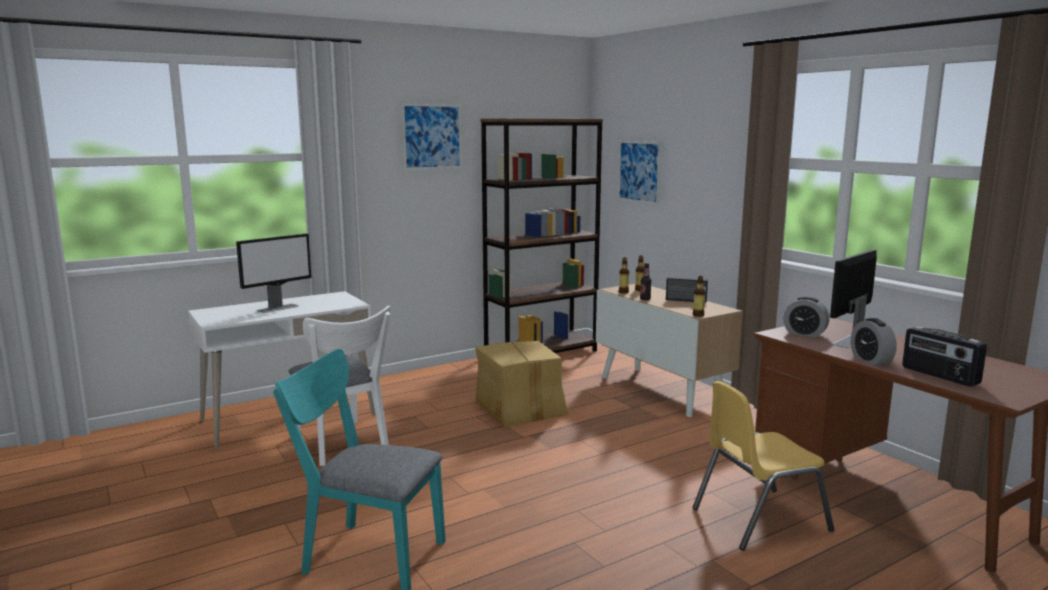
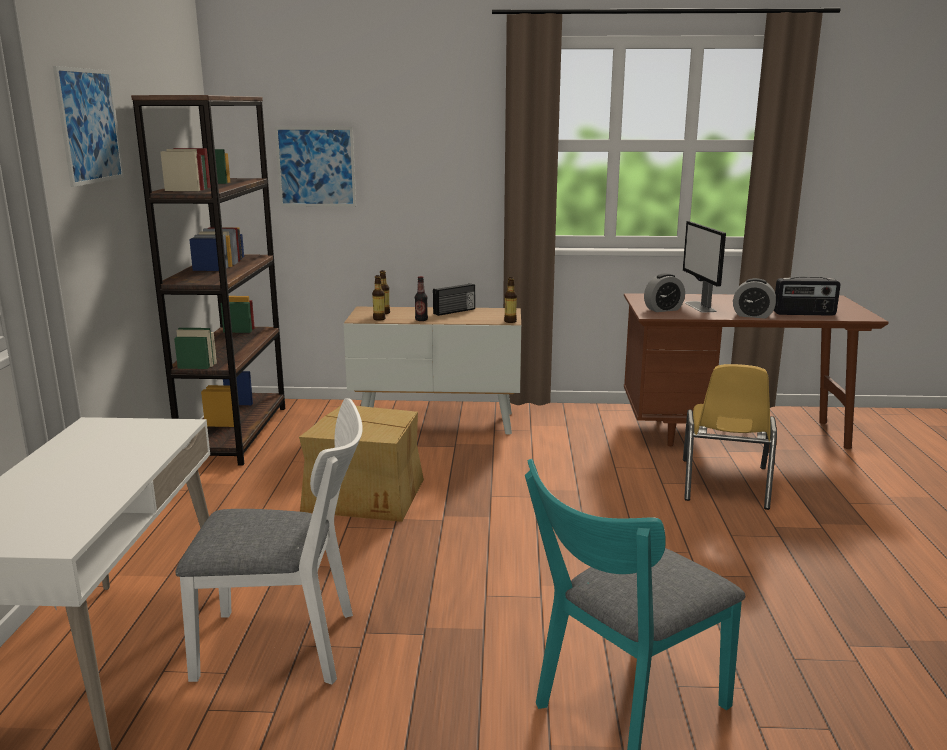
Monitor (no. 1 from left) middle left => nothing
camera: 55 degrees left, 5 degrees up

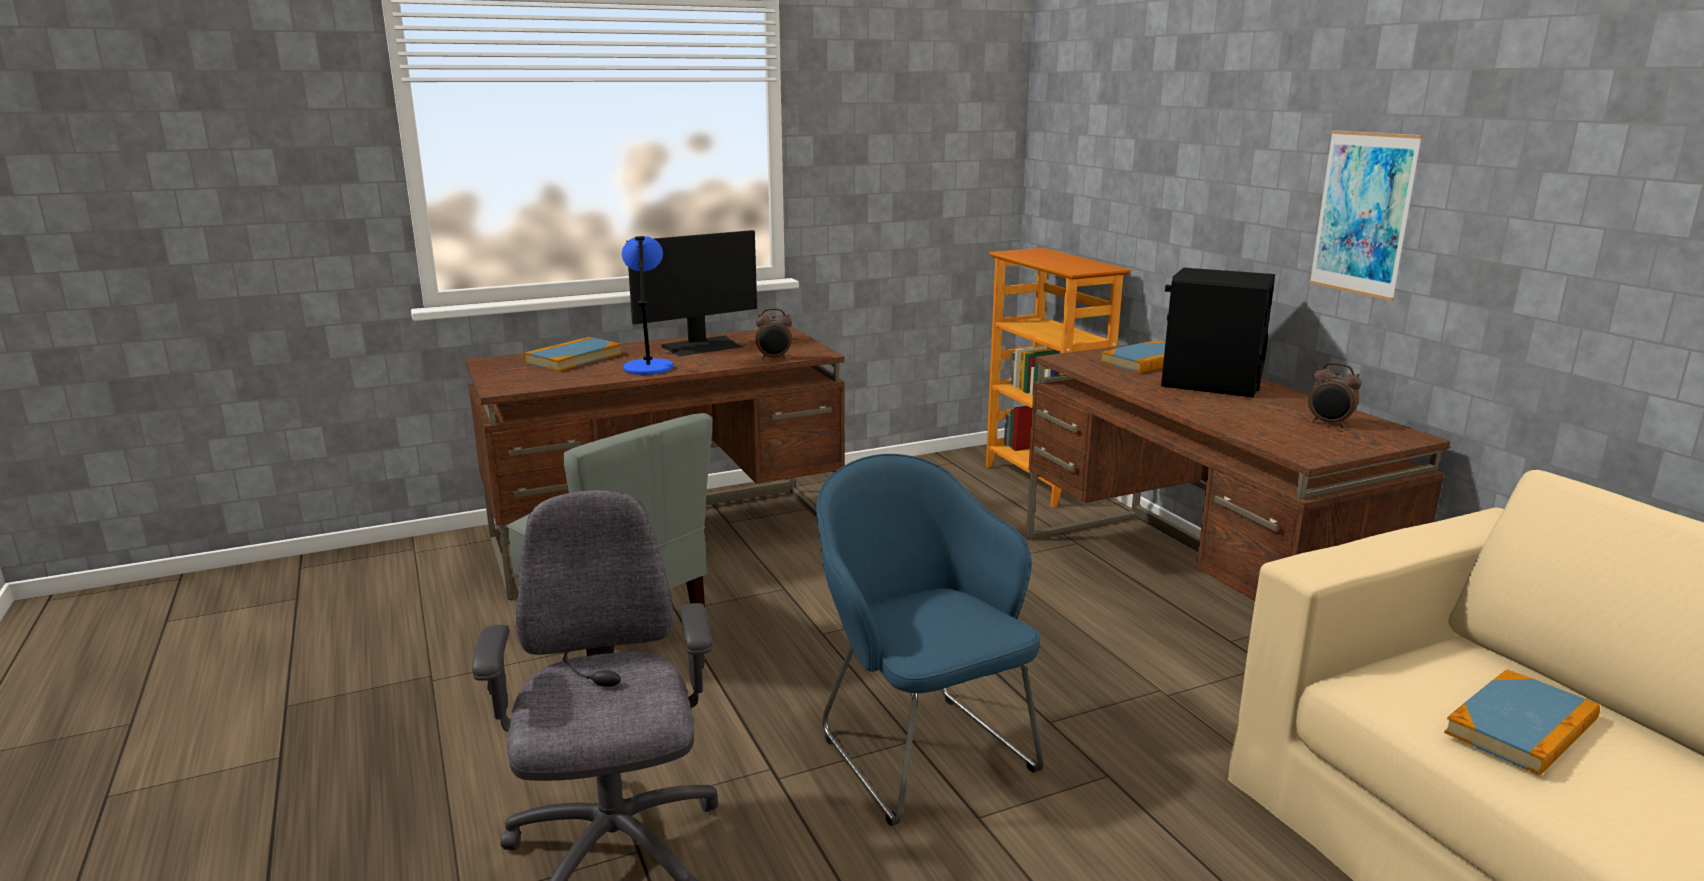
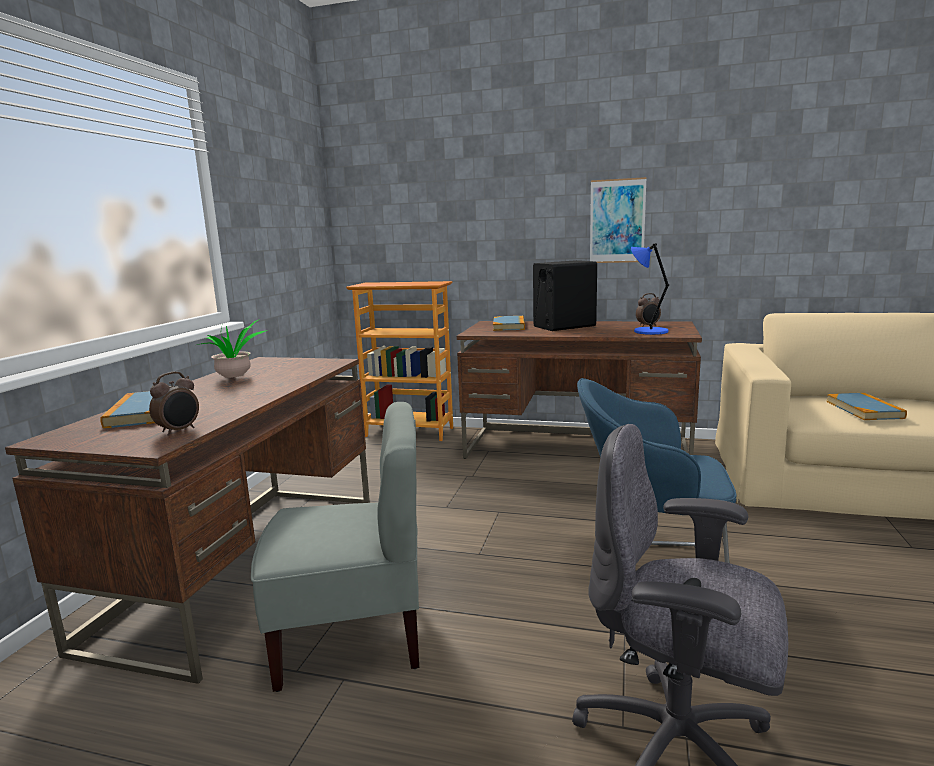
Monitor top centre => Topfpflanze middle left
Tischlampe [blau] centre => Tischlampe [blau] middle right, shifted
Wecker (no. 1 from left) centre => Wecker (no. 1 from left) middle left, shifted
camera: 50 degrees left, 5 degrees down

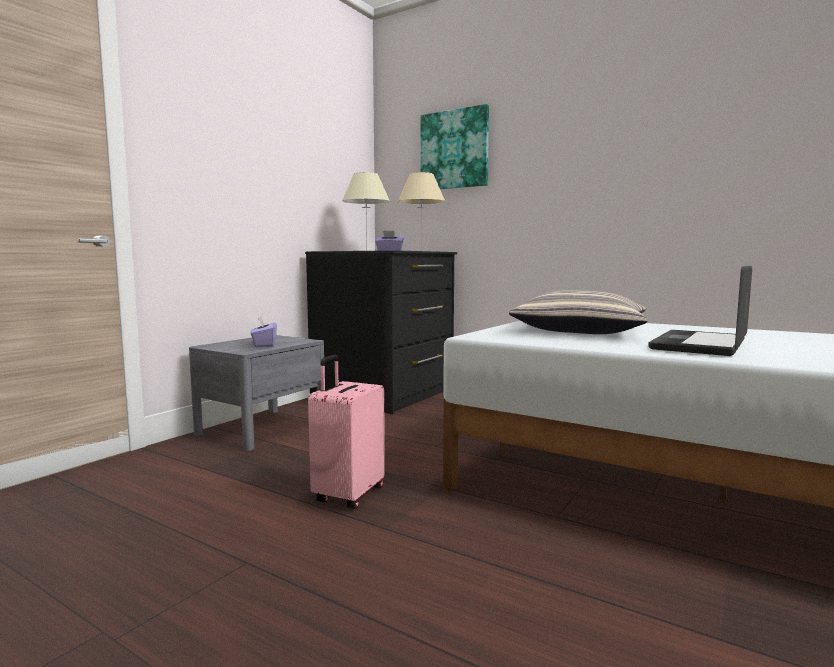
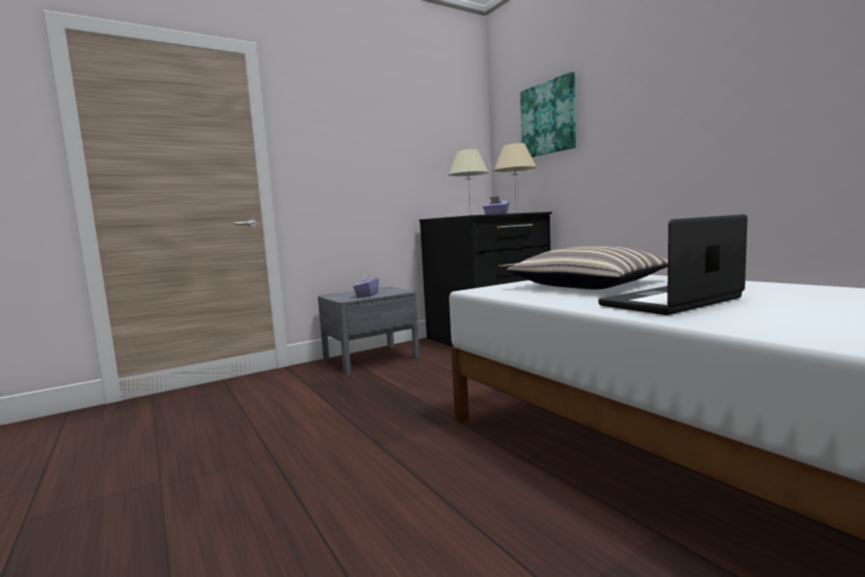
Koffer [rosa] centre => nothing
camera: 25 degrees right, 0 degrees up

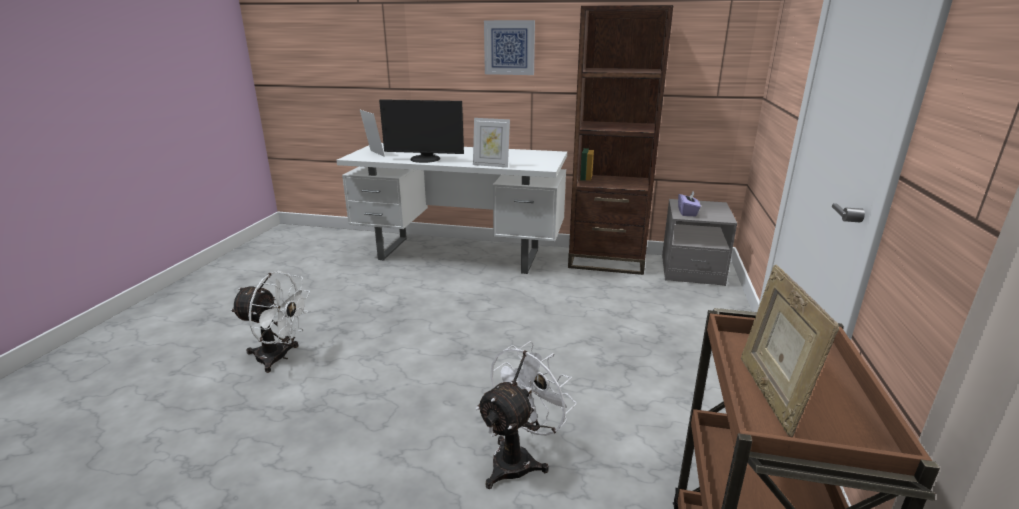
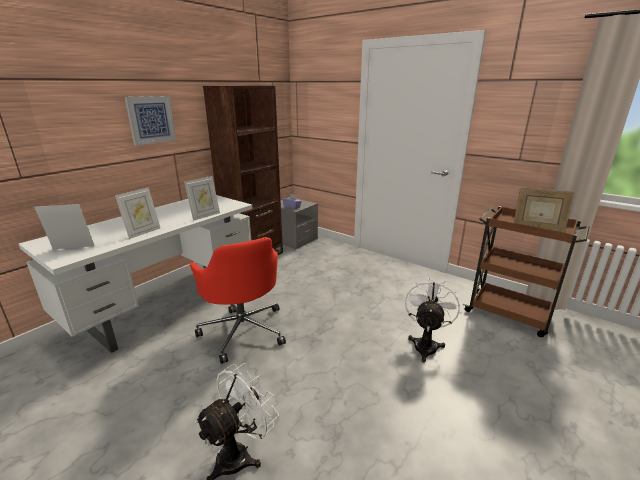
Monitor top centre => Bilderrahmen (no. 2 from left) middle left
Ventilator [weiß] (no. 2 from left) bottom centre => Ventilator [weiß] (no. 2 from left) bottom right, 45 degrees clockwise
nothing => Bürostuhl [rot] centre
camera: 65 degrees left, 0 degrees up

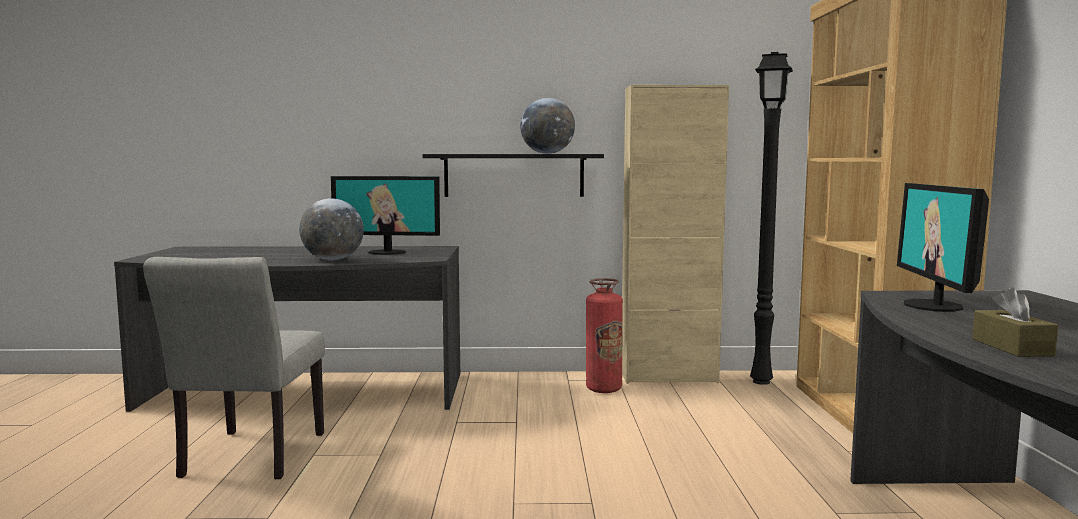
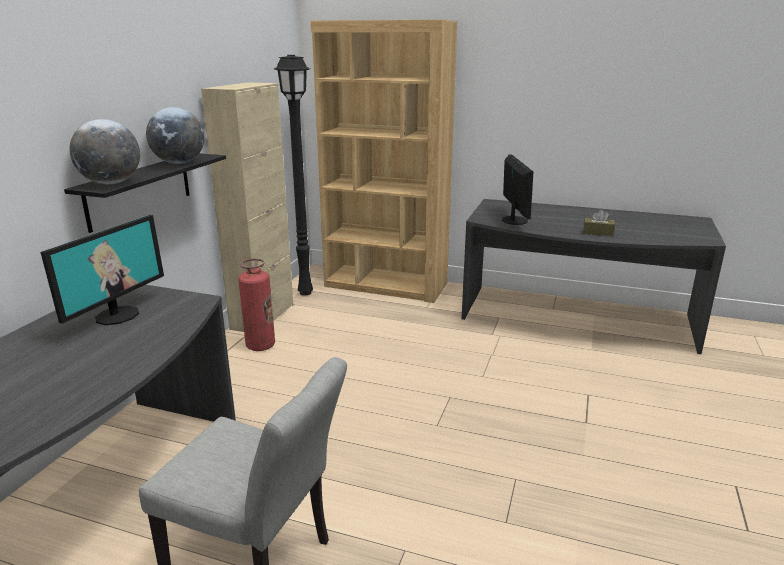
Monitor (no. 2 from left) middle right => Monitor (no. 2 from left) centre, 120 degrees counterclockwise
Globus (no. 1 from left) middle left => Globus (no. 1 from left) top left, shifted
camera: 70 degrees left, 15 degrees up

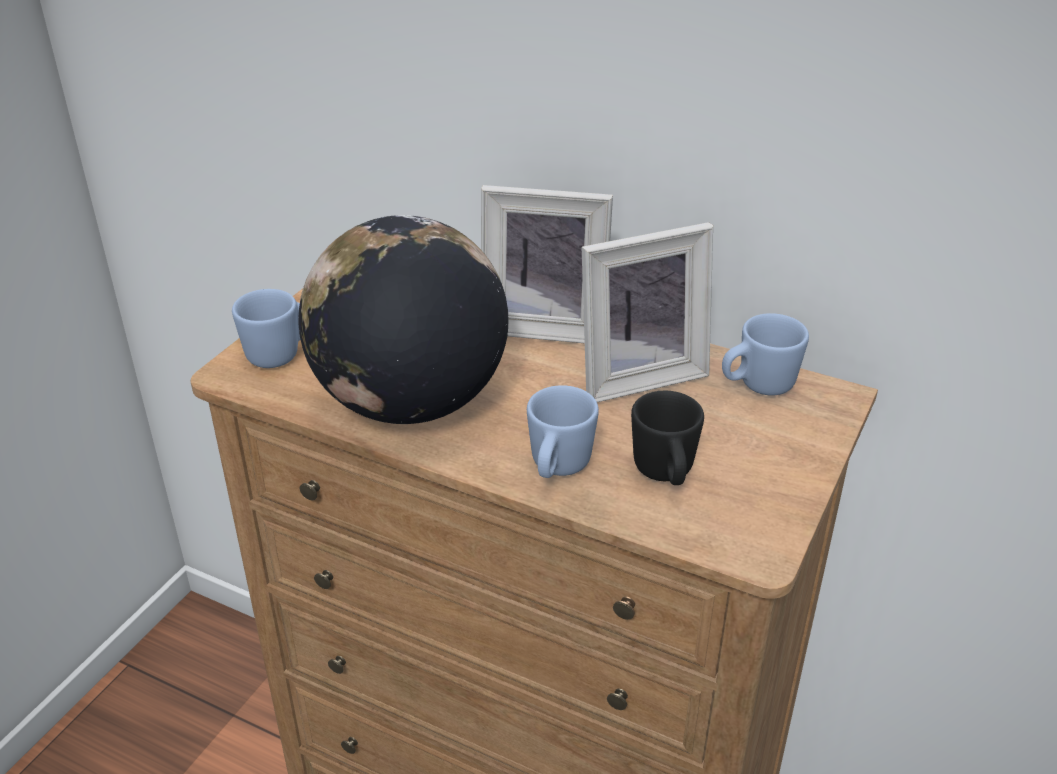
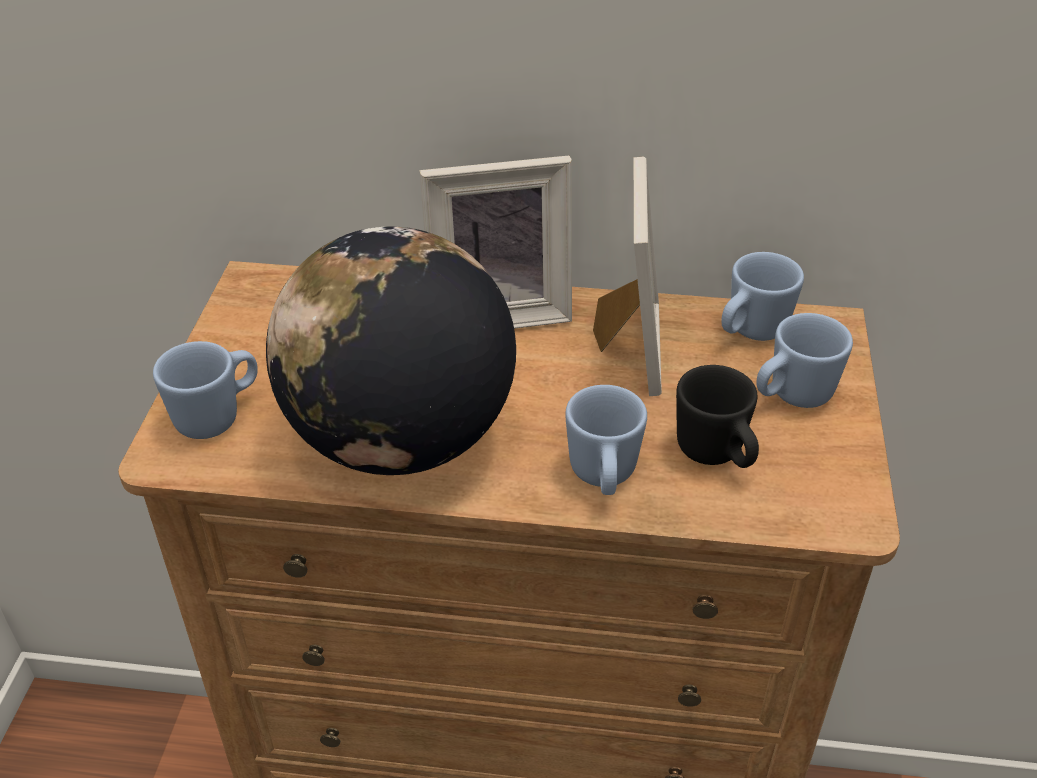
Bilderrahmen (no. 2 from left) centre, 45 degrees counterclockwise
nothing => Henkelbecher [blau] (no. 4 from left) middle right
camera: 20 degrees left, 5 degrees up

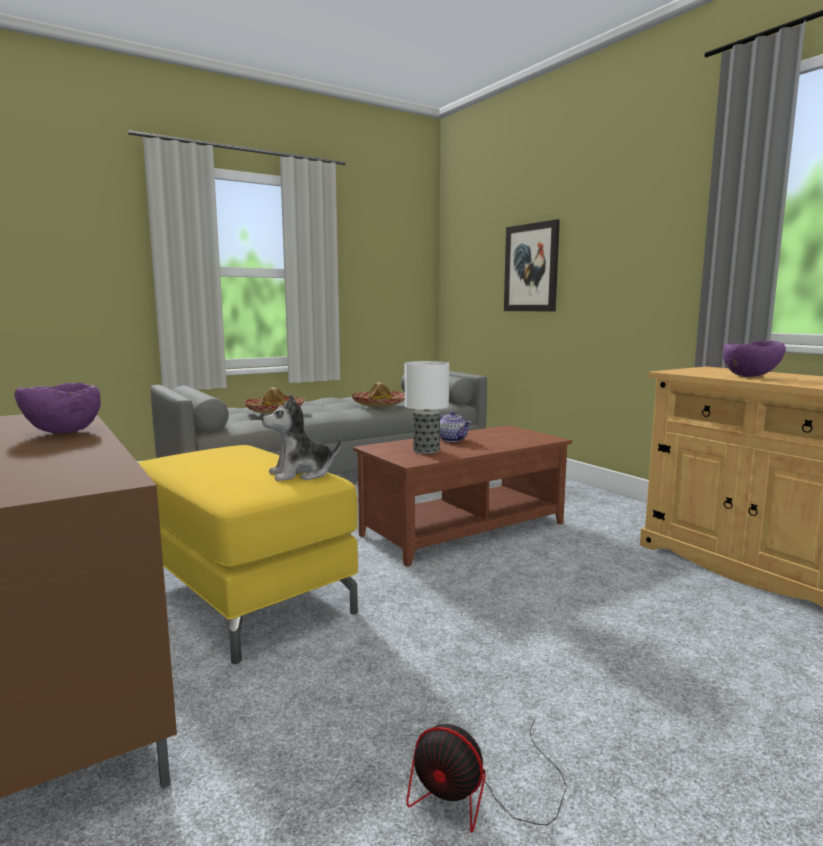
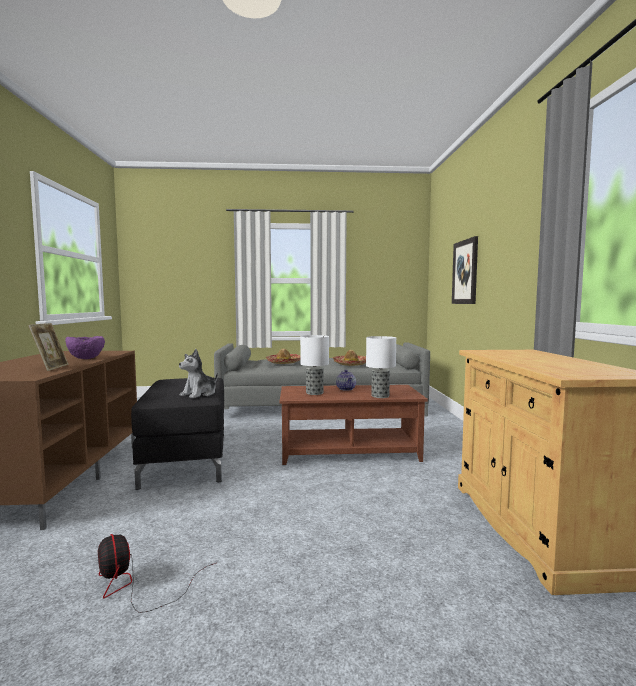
Schüssel [lila] (no. 2 from left) middle right => nothing
Plüschtier centre => Plüschtier middle left, 60 degrees counterclockwise
Polsterhocker [gelb] middle left => Polsterhocker [schwarz] middle left
nothing => Bilderrahmen middle left
nothing => Tischlampe (no. 2 from left) centre
camera: 30 degrees right, 5 degrees down

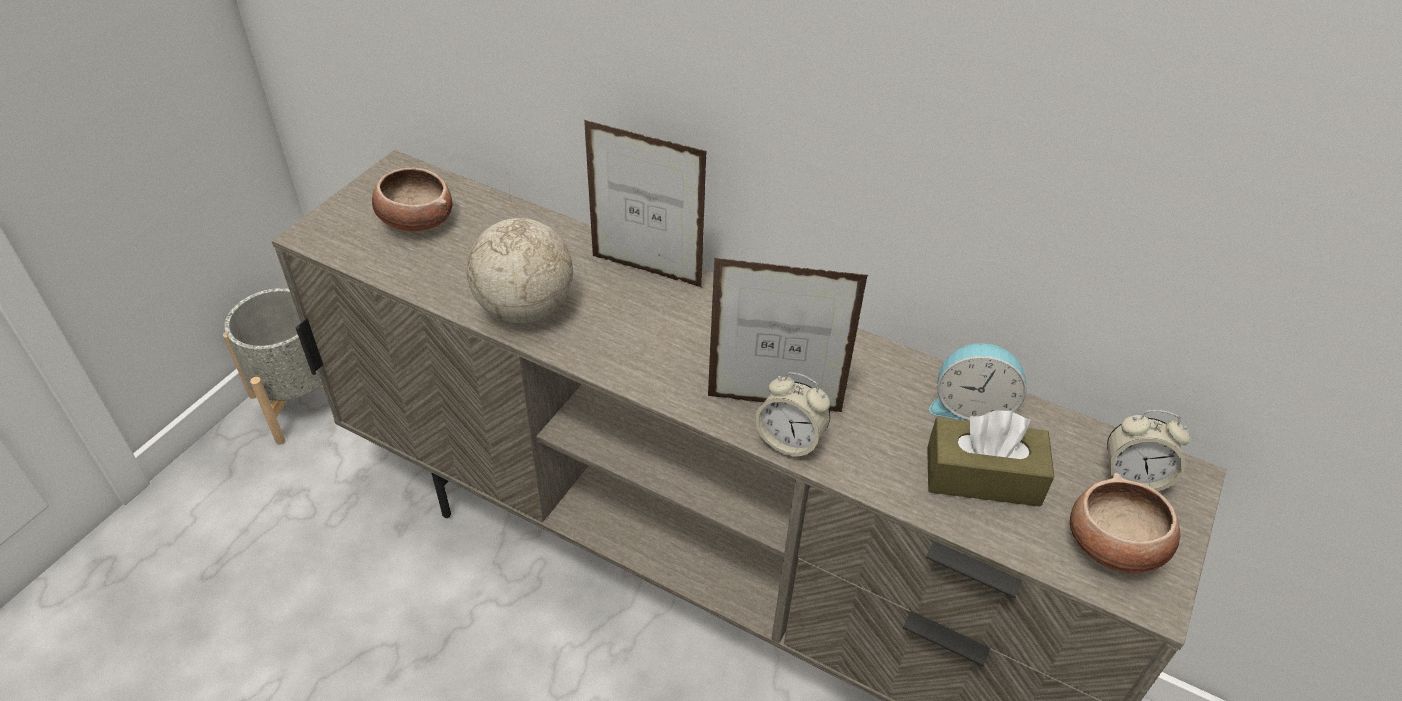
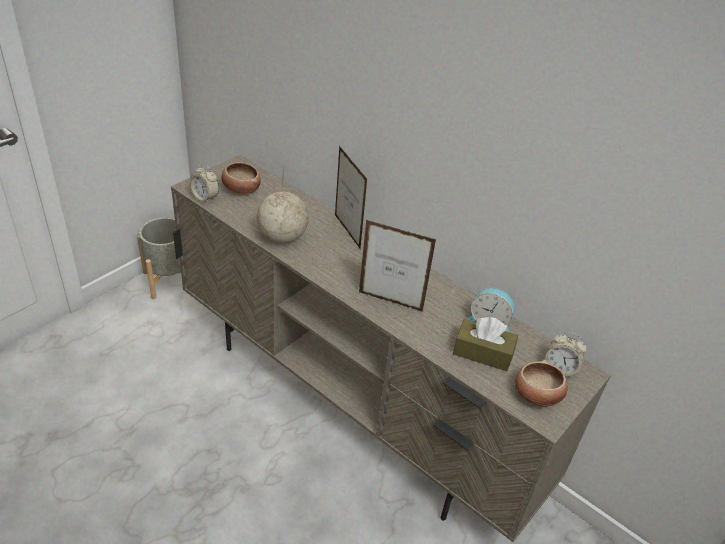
Bilderrahmen (no. 1 from left) top centre => Bilderrahmen (no. 1 from left) centre, 150 degrees counterclockwise
Wecker (no. 1 from left) centre => Wecker (no. 1 from left) middle left, shifted
camera: 10 degrees right, 5 degrees down

